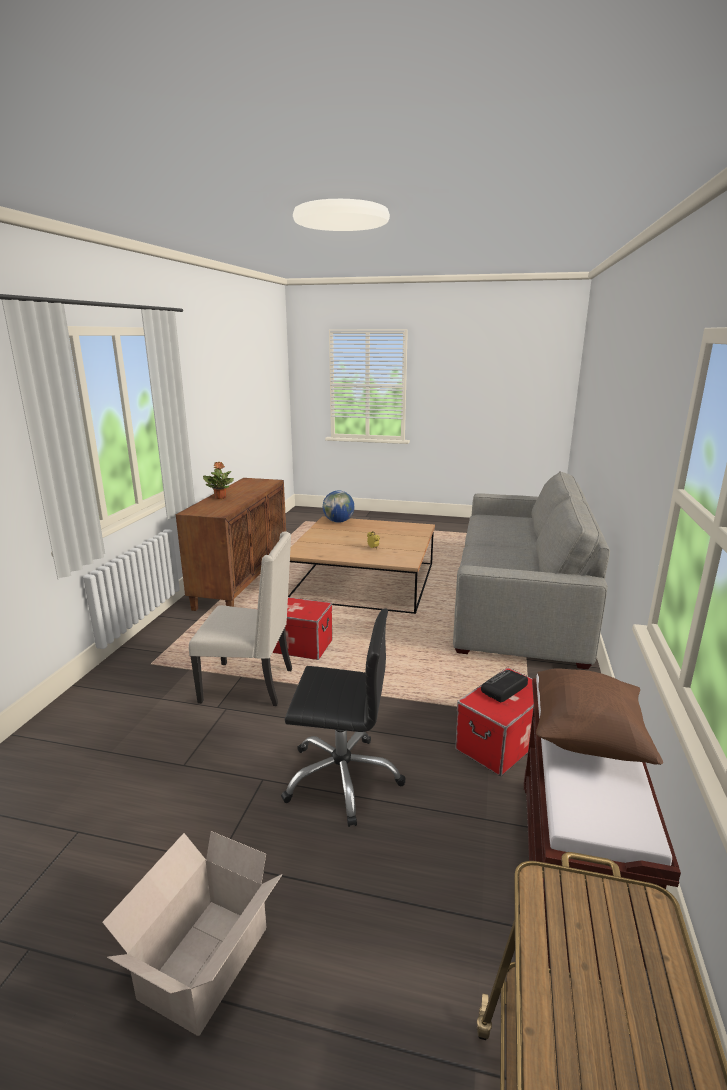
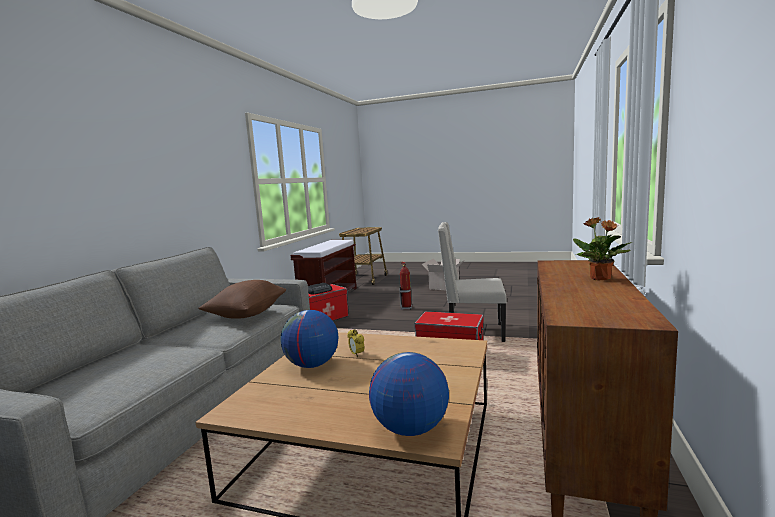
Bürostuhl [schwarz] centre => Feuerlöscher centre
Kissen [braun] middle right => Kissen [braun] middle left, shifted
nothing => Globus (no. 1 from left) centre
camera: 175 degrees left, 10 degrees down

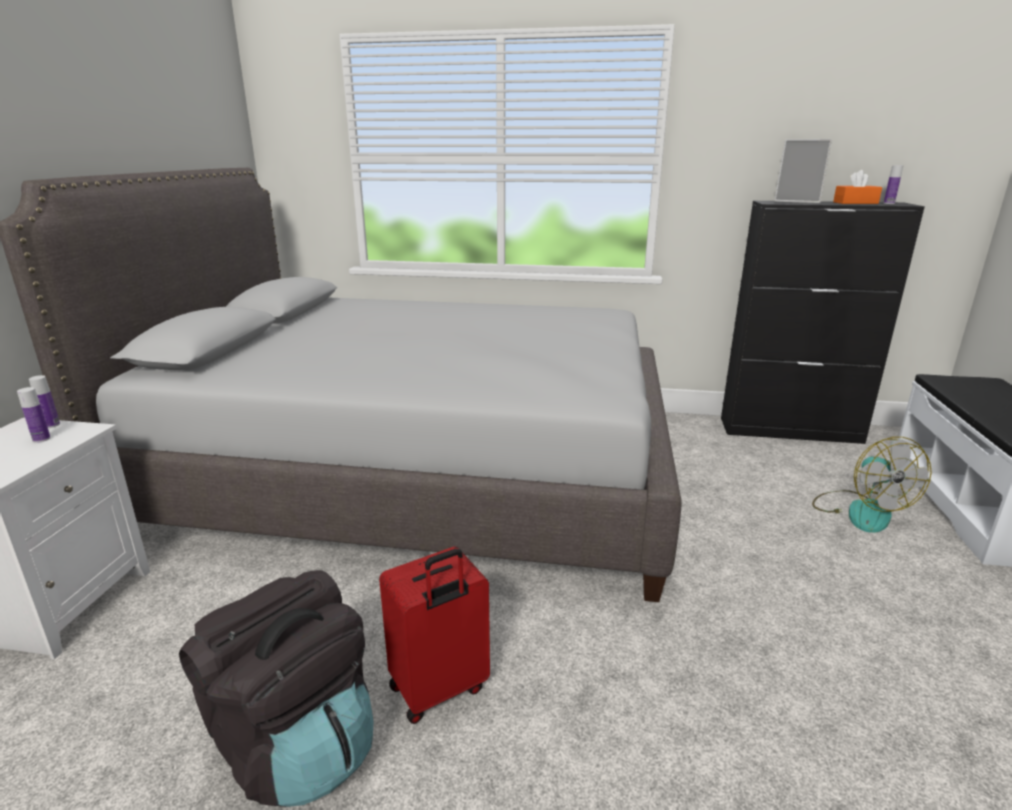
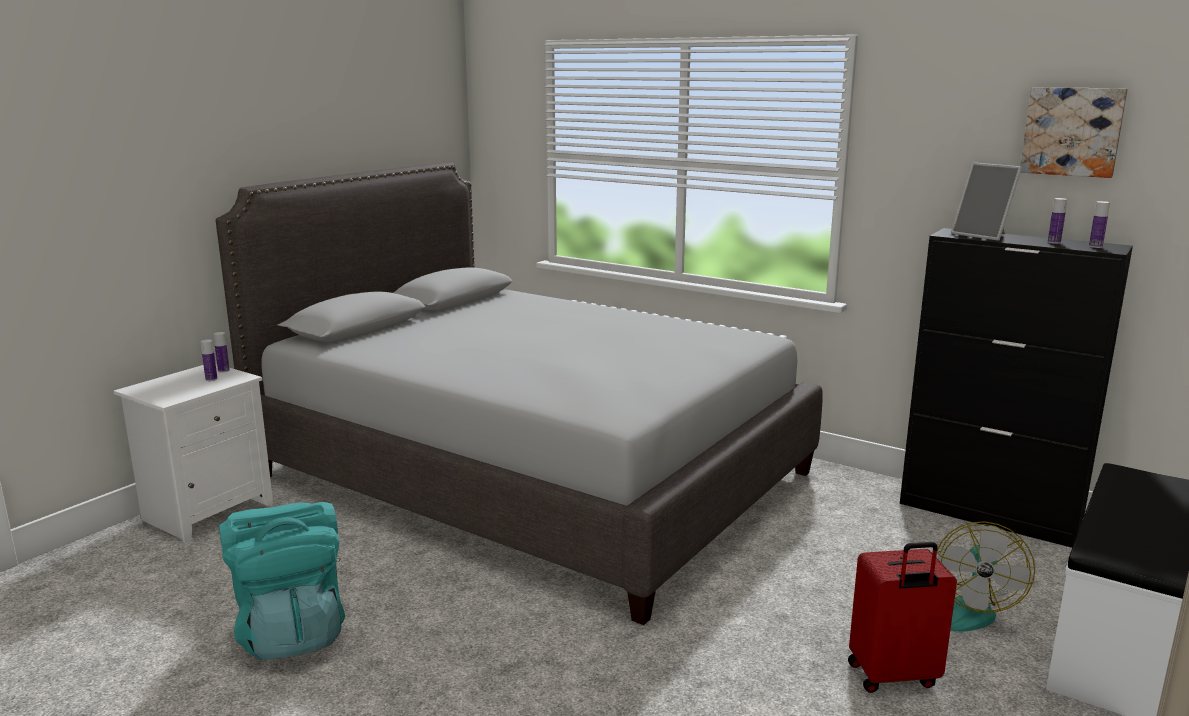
Taschentuchbox [orange] top right => Flasche (no. 3 from left) top right
Koffer [rot] bottom centre => Koffer [rot] bottom right, shifted
Rucksack [schwarz] bottom left => Rucksack [türkis] bottom left
nothing => Bild top right
camera: 25 degrees right, 5 degrees down

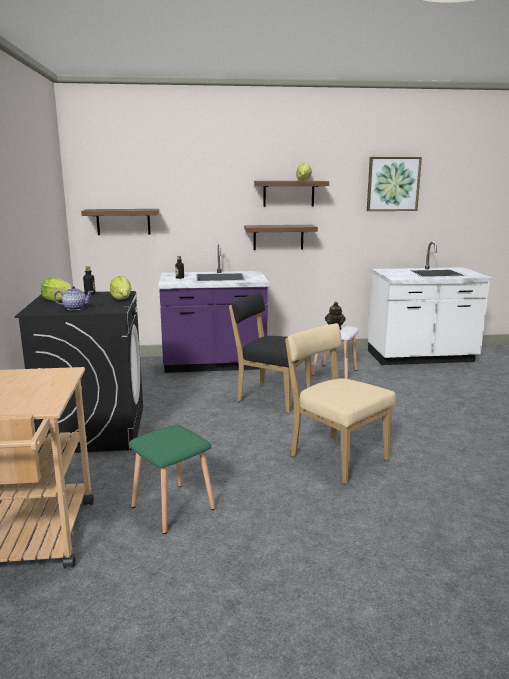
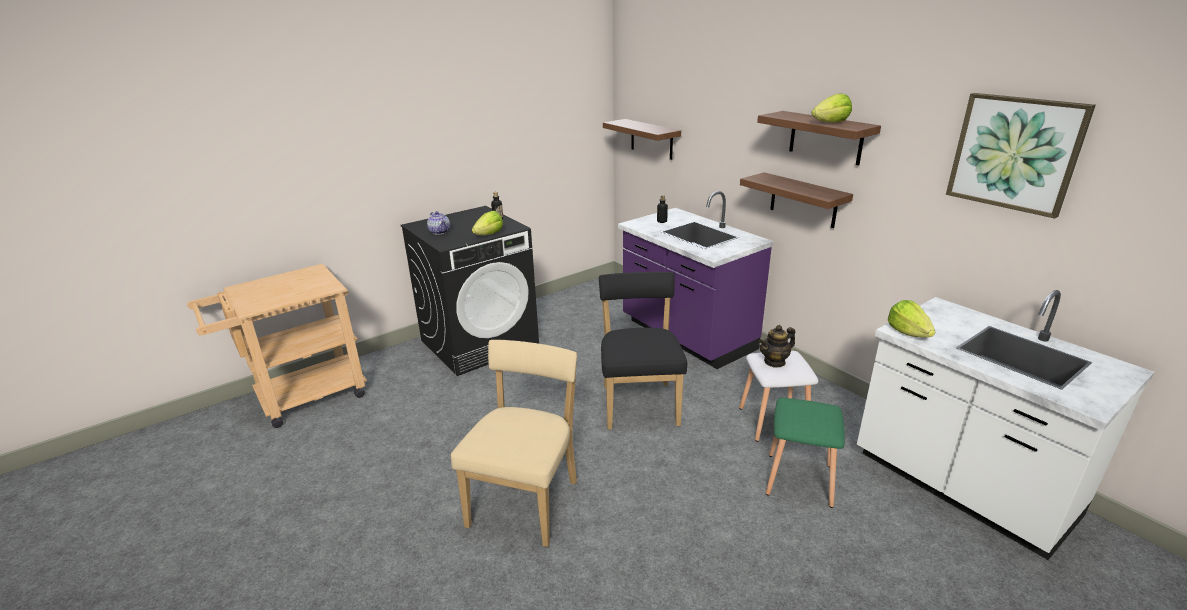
Salatkopf (no. 1 from left in the first image) middle left => Salatkopf (no. 3 from left) middle right, shifted
Hocker [grün] bottom centre => Hocker [grün] bottom right, shifted
camera: 60 degrees right, 10 degrees up

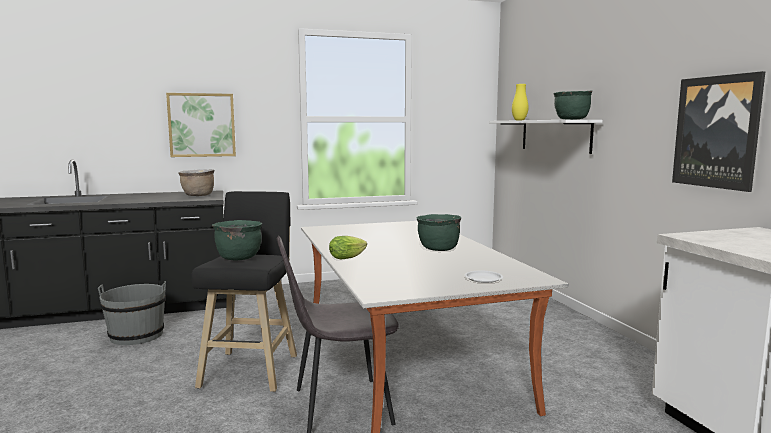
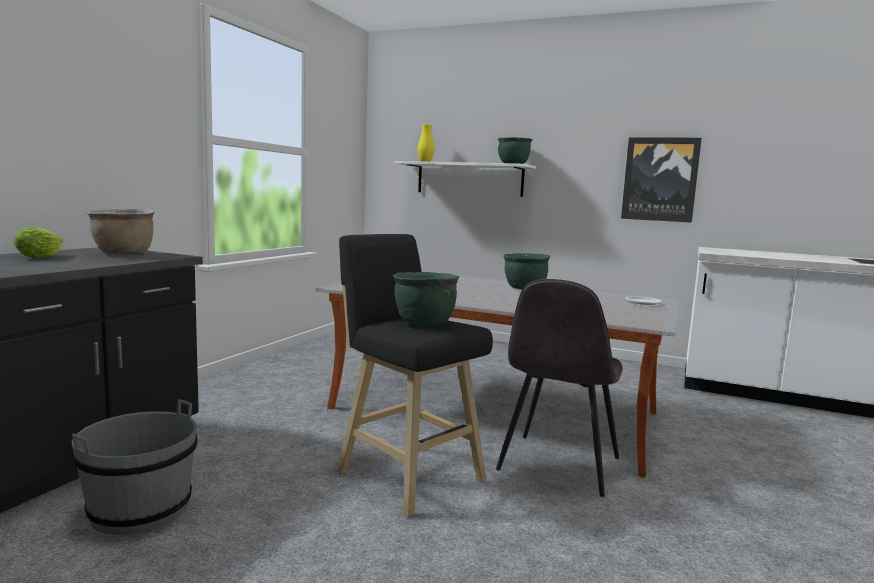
Bild (no. 1 from left) top left => nothing
Salatkopf centre => Salatkopf middle left, shifted
camera: 50 degrees left, 0 degrees up

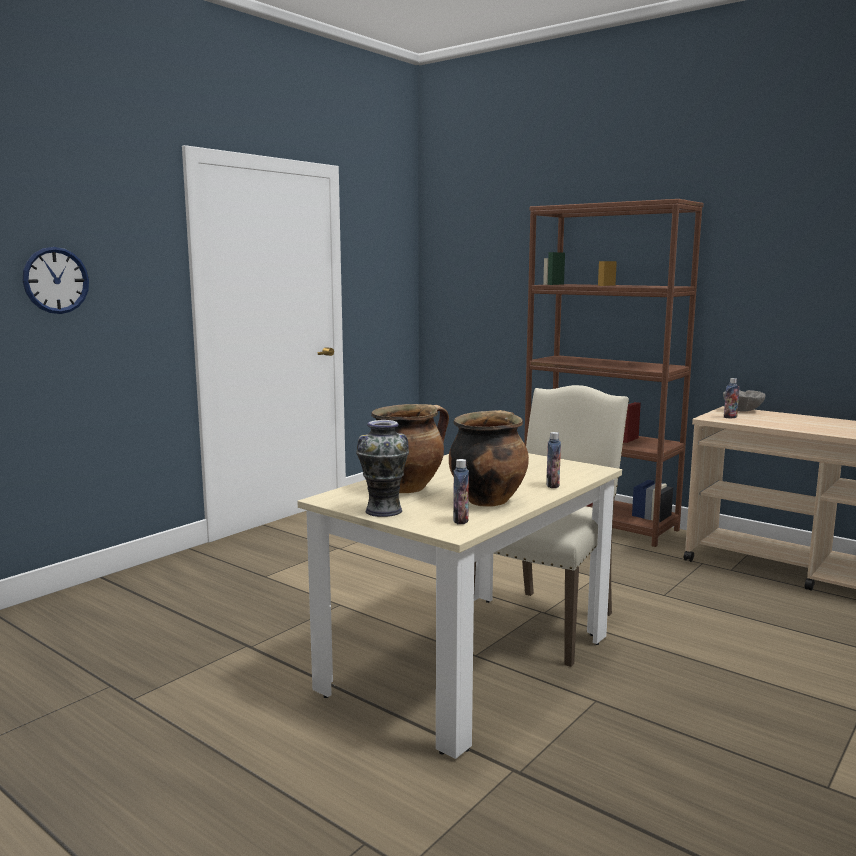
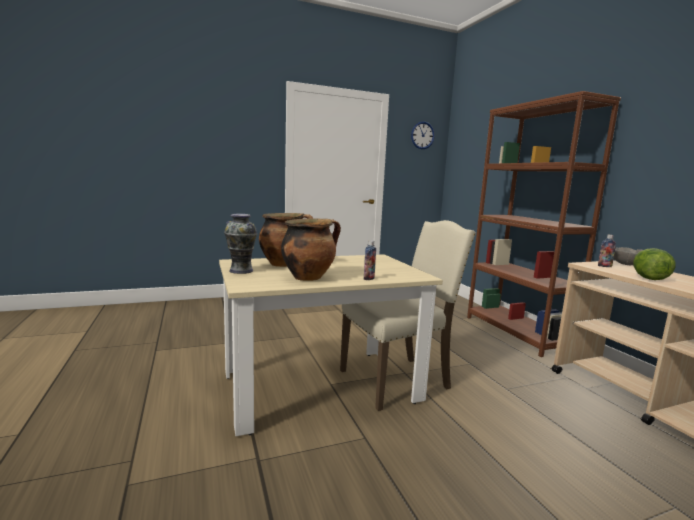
Wanduhr top left => Wanduhr top centre, shifted
Flasche (no. 1 from left) centre => nothing
nothing => Salatkopf middle right
camera: 30 degrees right, 0 degrees up

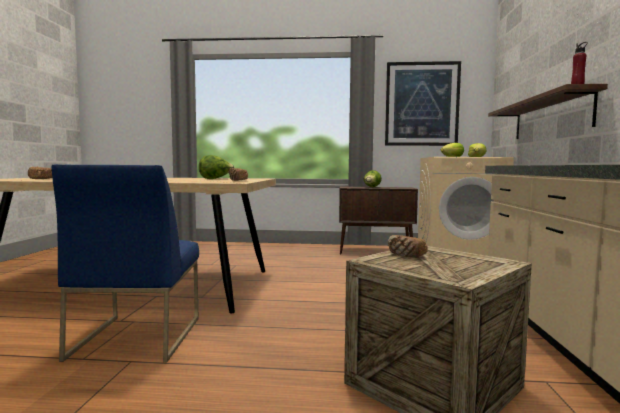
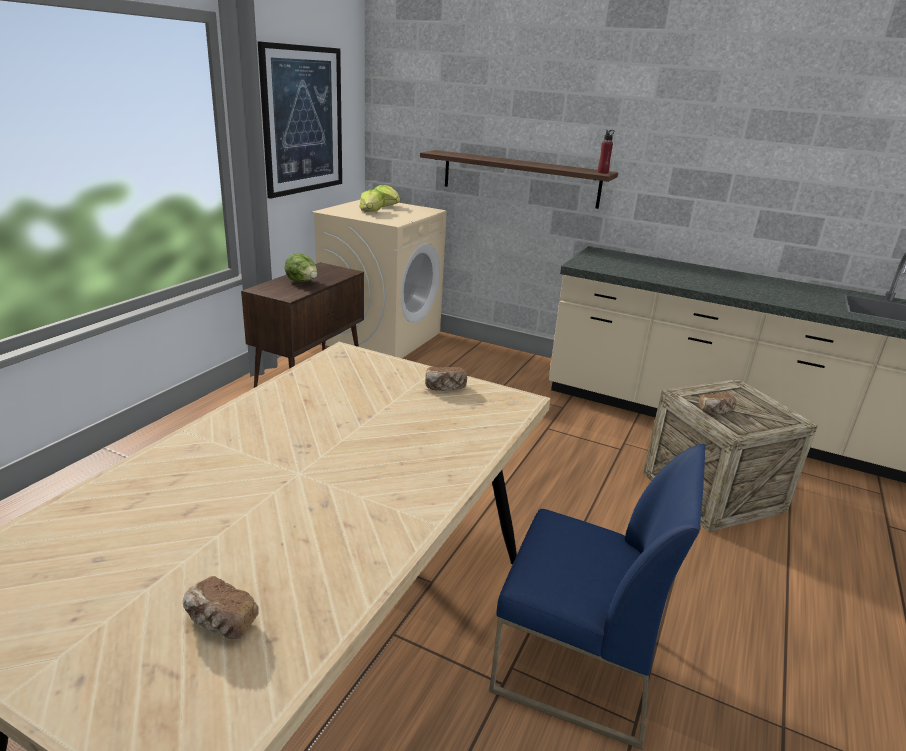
Salatkopf (no. 1 from left) centre => nothing
camera: 70 degrees left, 20 degrees up

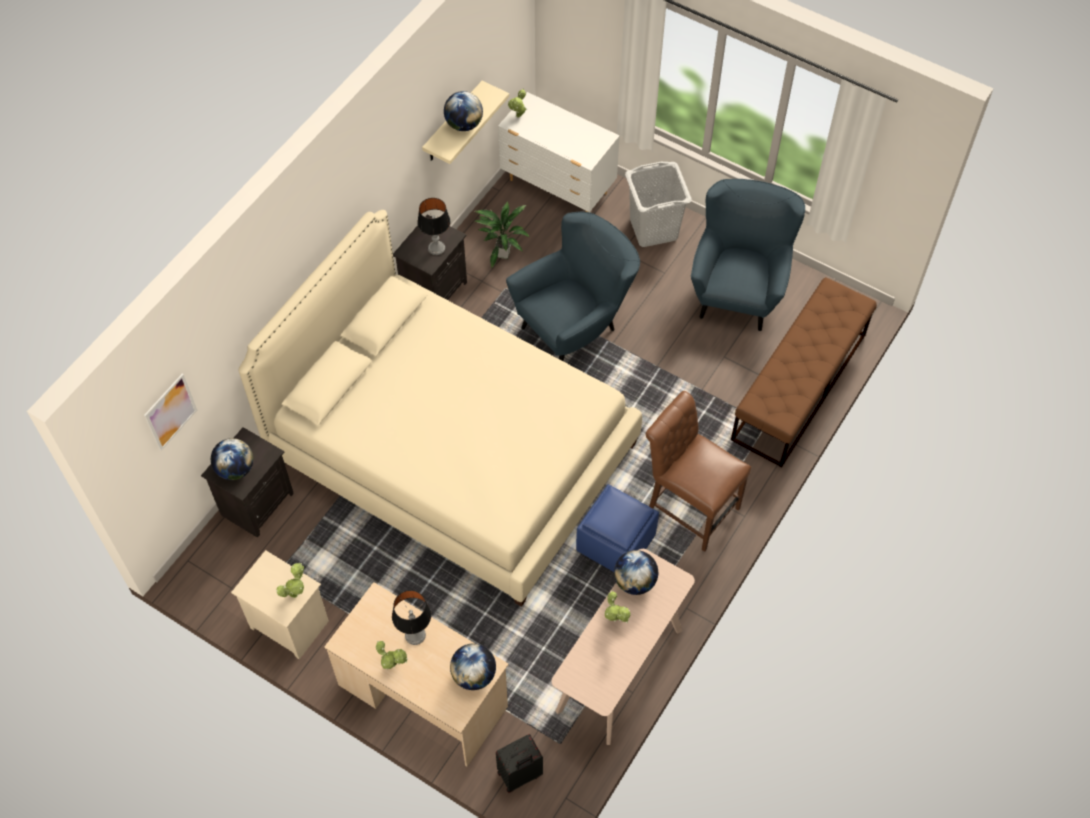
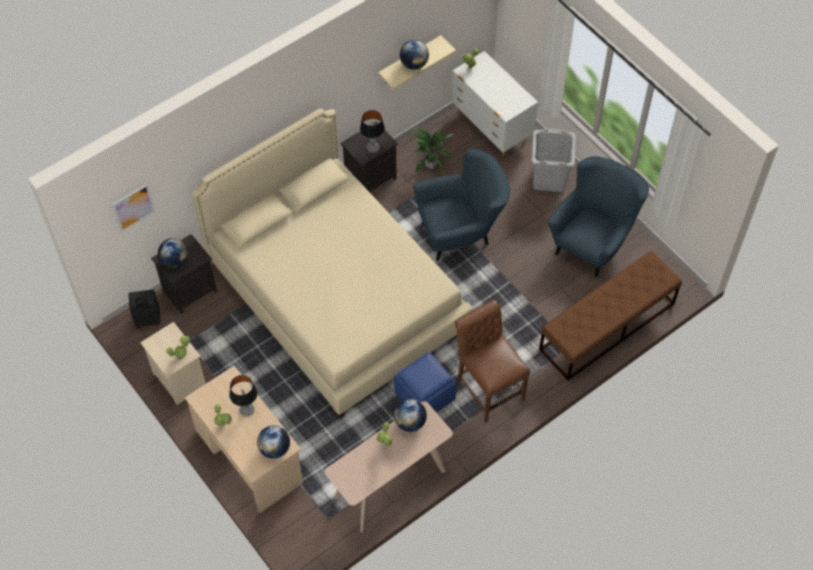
Koffer [schwarz] bottom centre => Koffer [schwarz] middle left, shifted
camera: 20 degrees right, 0 degrees up

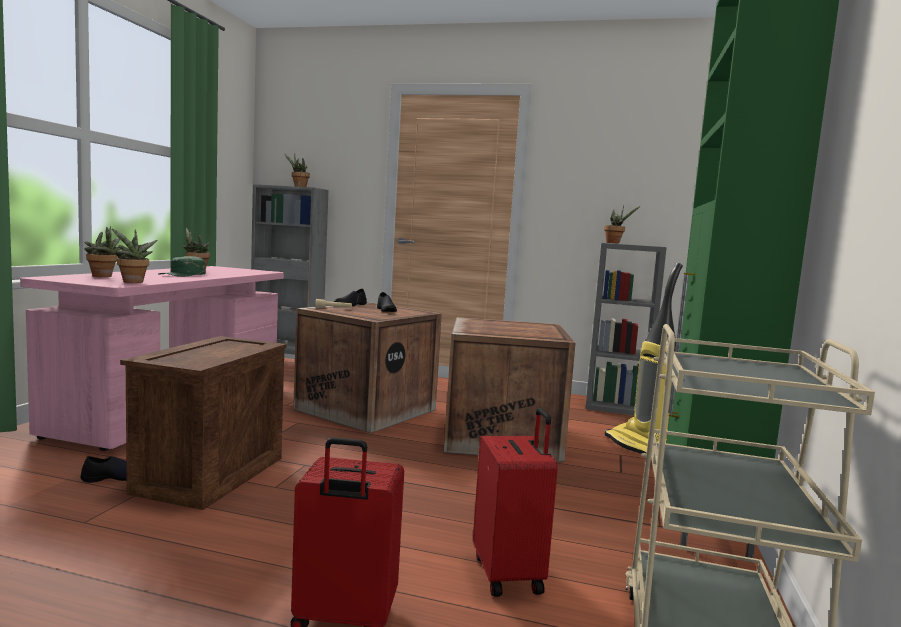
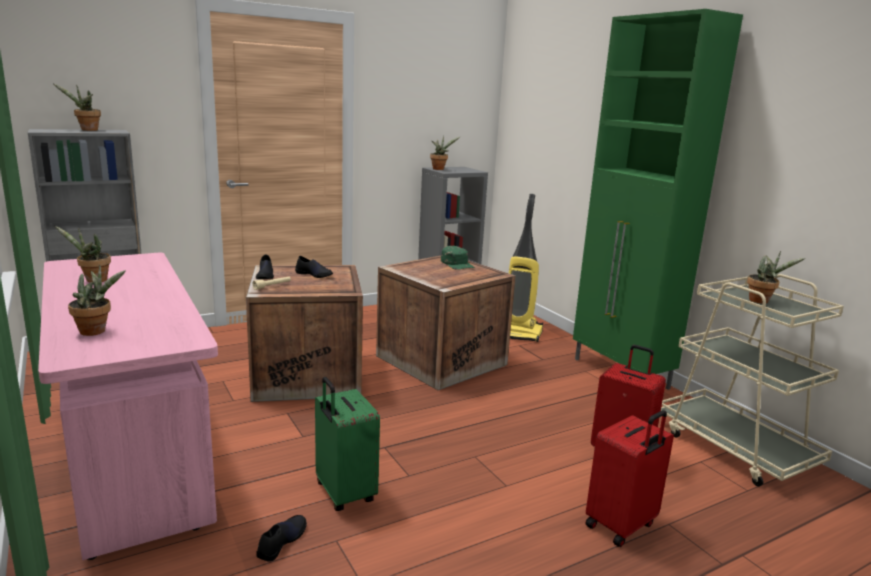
Topfpflanze (no. 2 from left in the first image) middle left => Topfpflanze (no. 5 from left) middle right, shifted
Kappe [grün] middle left => Kappe [grün] centre, shifted
Kiste (no. 1 from left) bottom left => Koffer [grün] bottom centre
camera: 45 degrees left, 10 degrees up

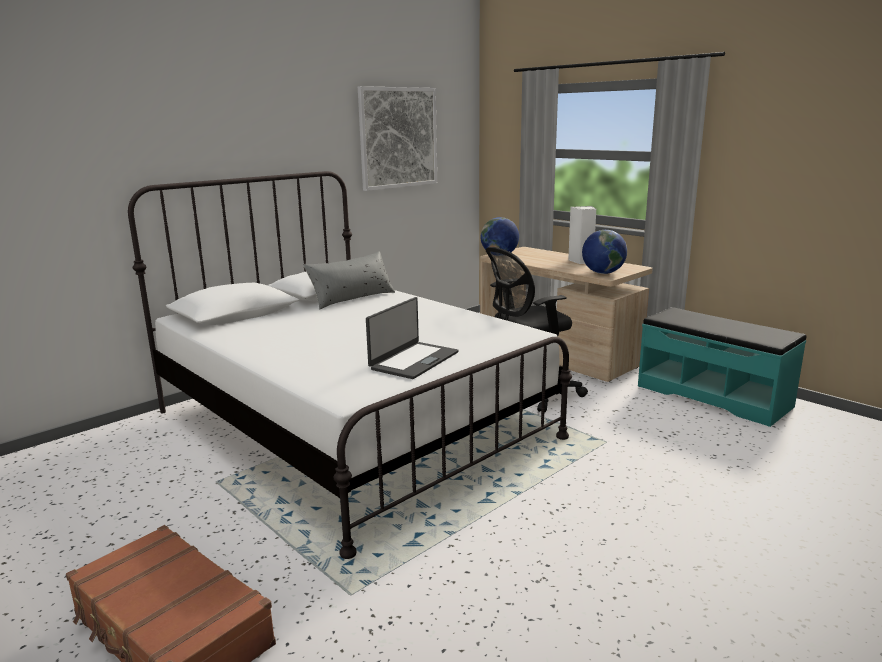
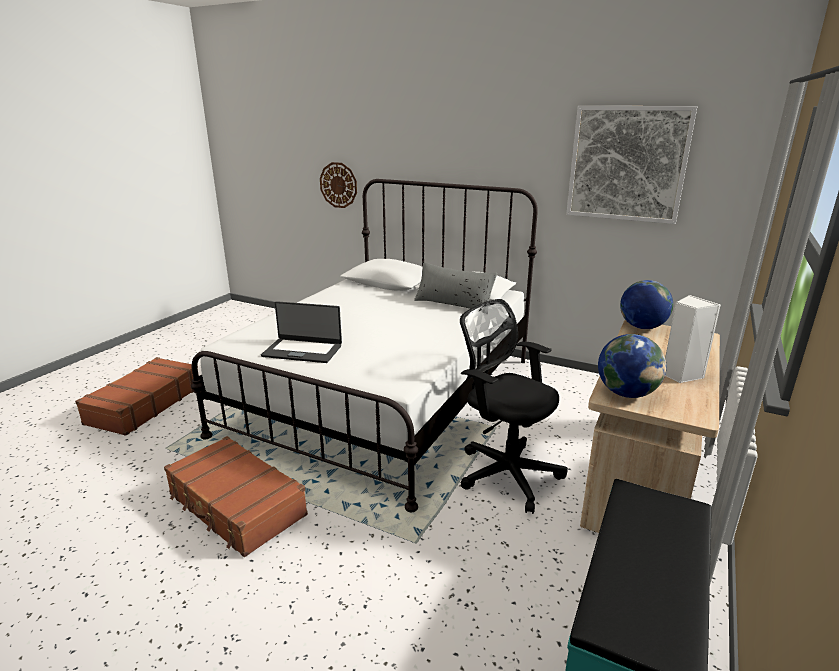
nothing => Wanduhr top centre
nothing => Koffer [braun] (no. 2 from left) bottom left
camera: 70 degrees right, 5 degrees up

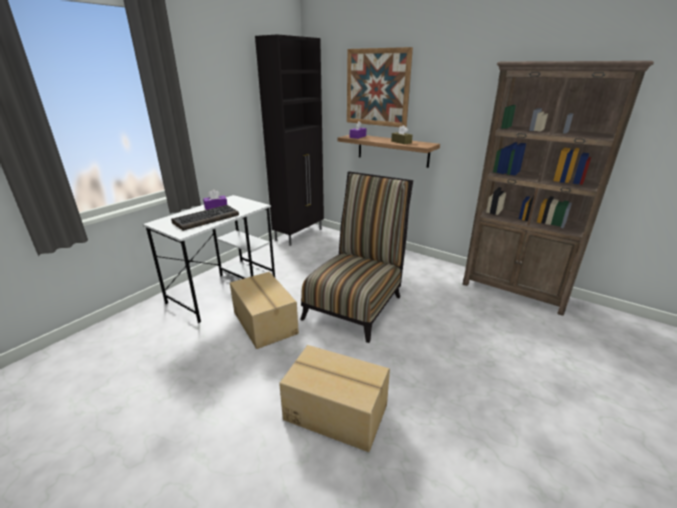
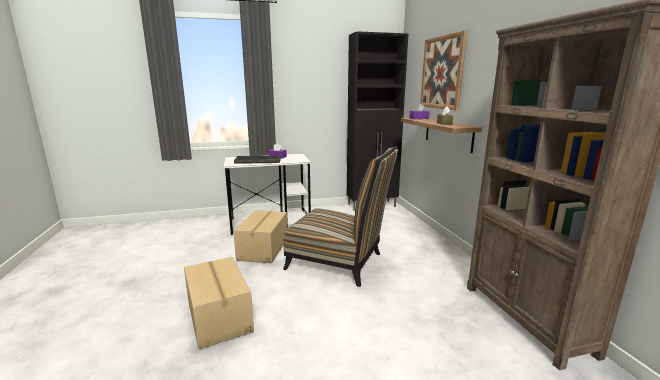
Stuhl centre, 45 degrees clockwise
camera: 40 degrees right, 10 degrees down

